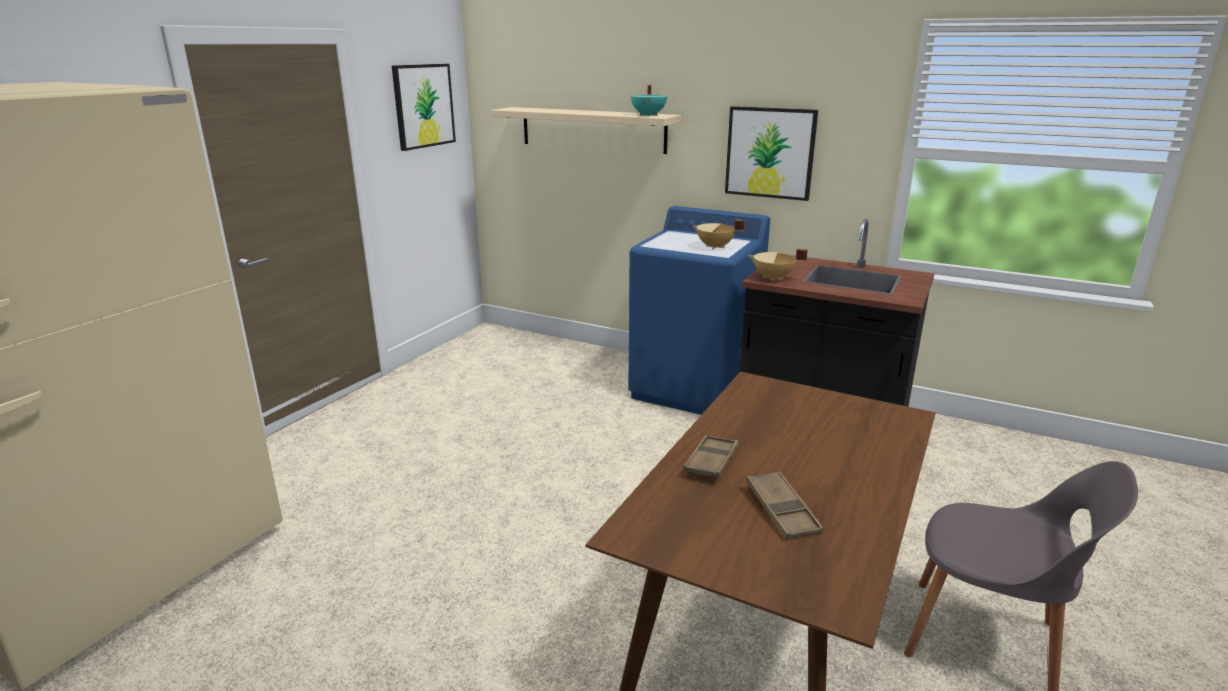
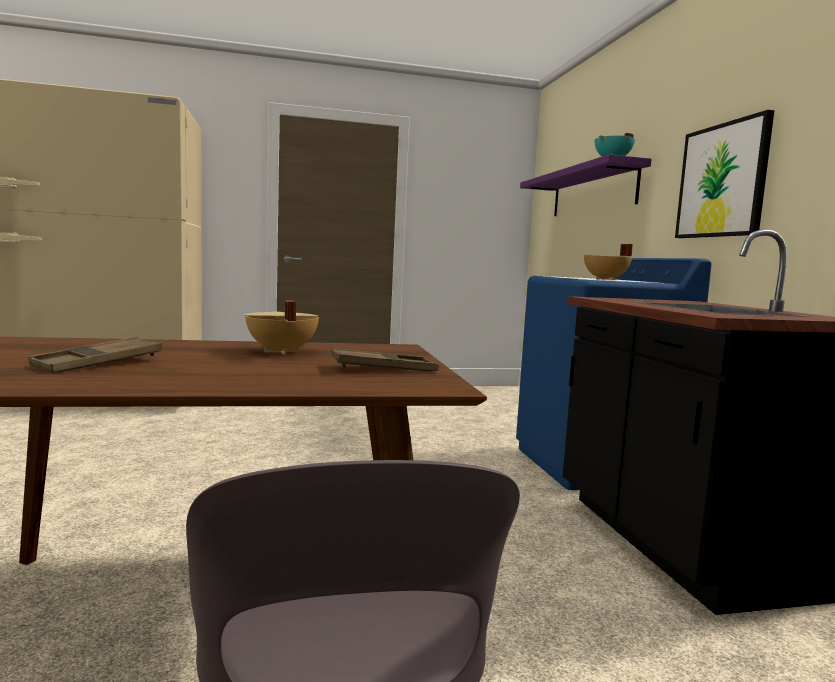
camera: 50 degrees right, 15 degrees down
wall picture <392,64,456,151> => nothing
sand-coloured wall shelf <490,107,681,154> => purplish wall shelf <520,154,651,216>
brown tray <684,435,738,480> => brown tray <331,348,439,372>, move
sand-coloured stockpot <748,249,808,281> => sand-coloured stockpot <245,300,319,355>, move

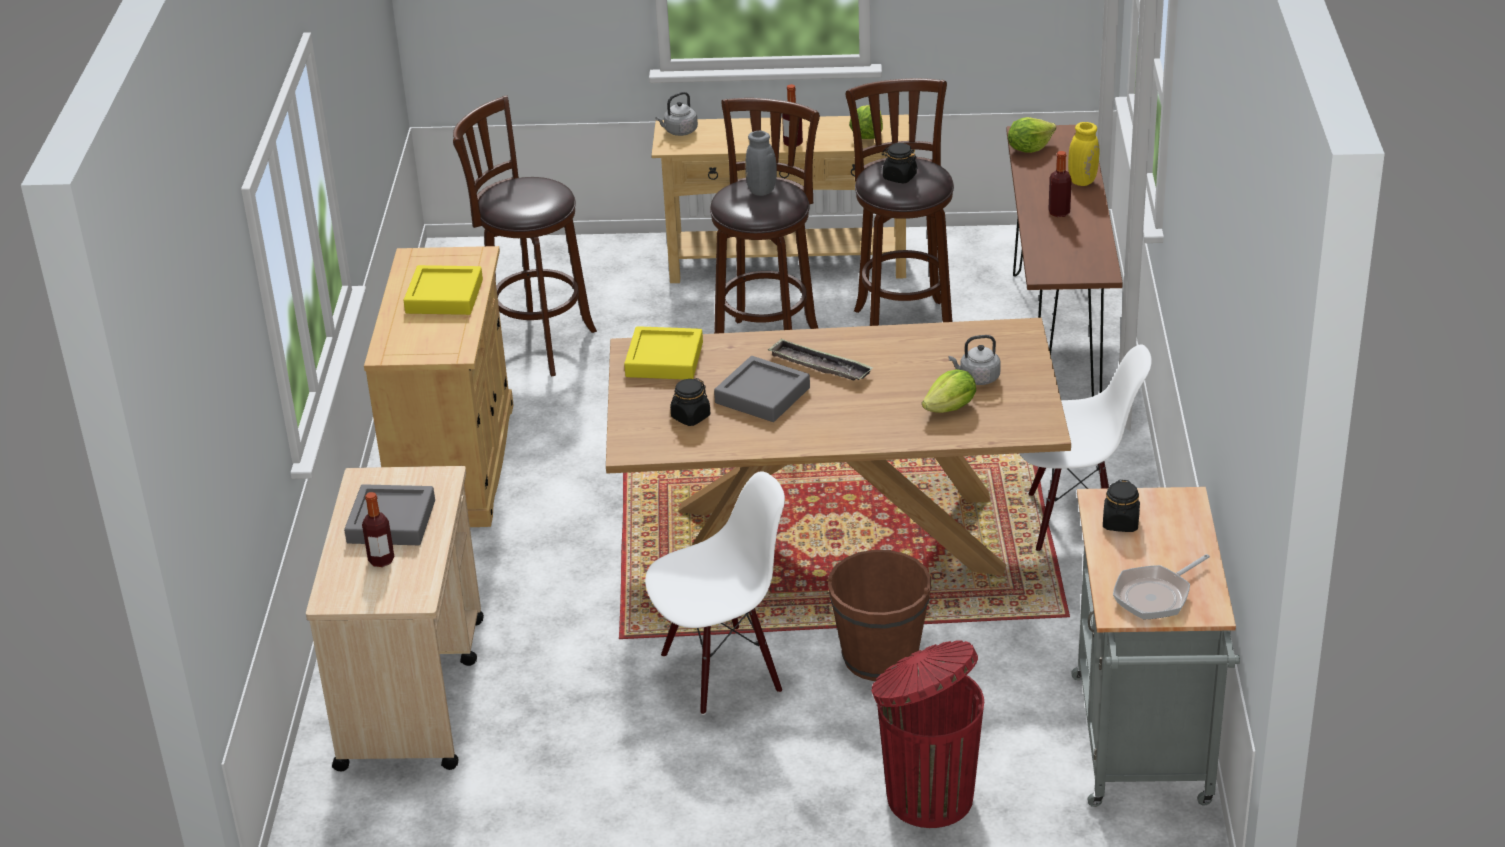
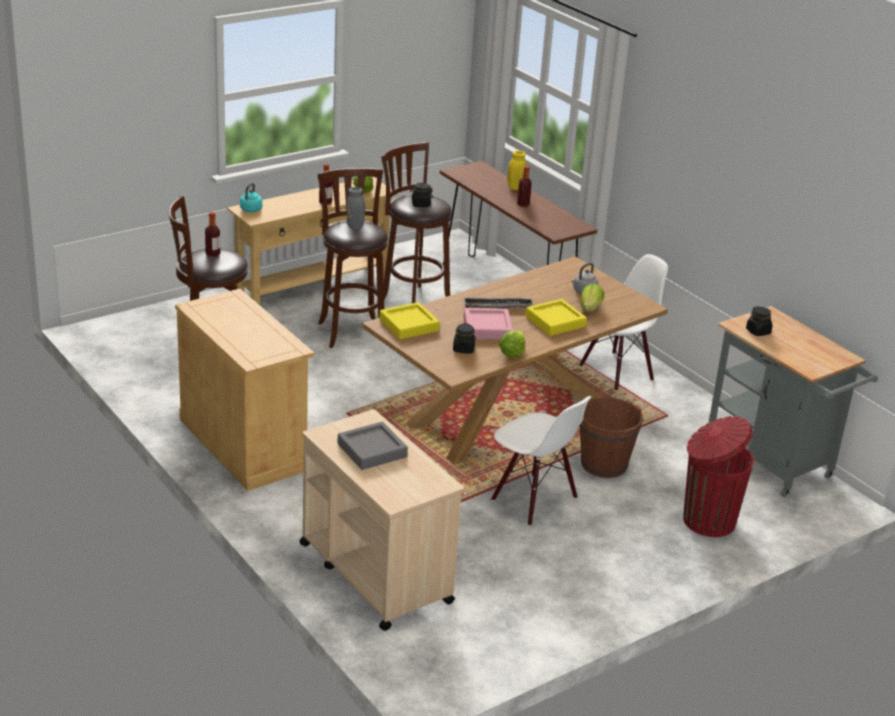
camera: 40 degrees left, 5 degrees down
drink bottle <362,492,395,567> => drink bottle <205,212,220,257>, move
yellow-coloured tray <404,265,483,315> => yellow-coloured tray <526,299,587,336>, move
white upright chair <645,471,785,715> => white upright chair <491,396,592,526>, 105 degrees clockwise
grey water kettle <655,92,698,136> => turquoise water kettle <240,183,262,212>
grey tray <714,356,810,422> => pink-coloured tray <464,308,513,340>
lettuce <1008,117,1056,153> => lettuce <499,331,525,357>, move
skillet <1113,554,1210,620> => nothing

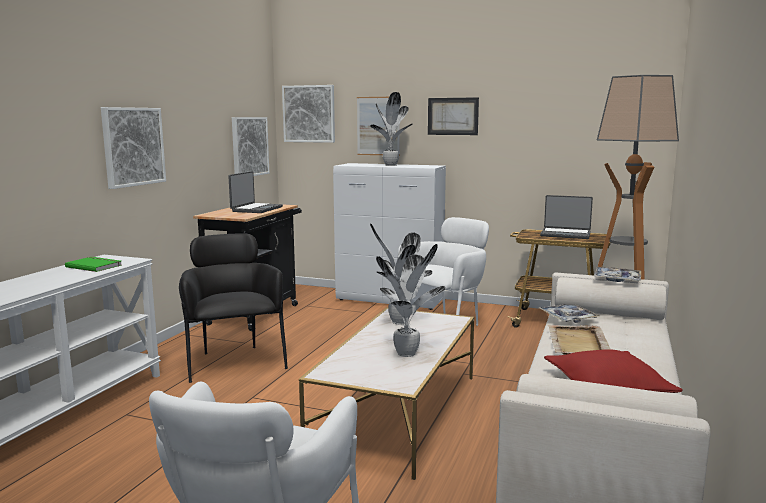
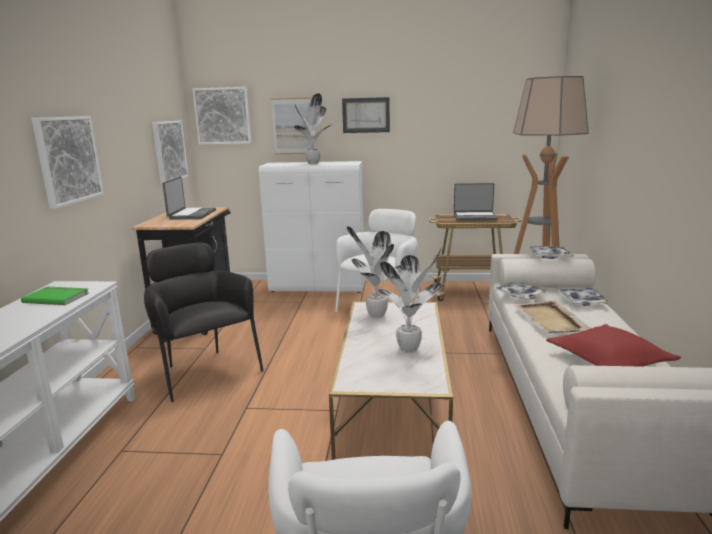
camera: 15 degrees left, 5 degrees up
nothing => tray <558,288,611,306>

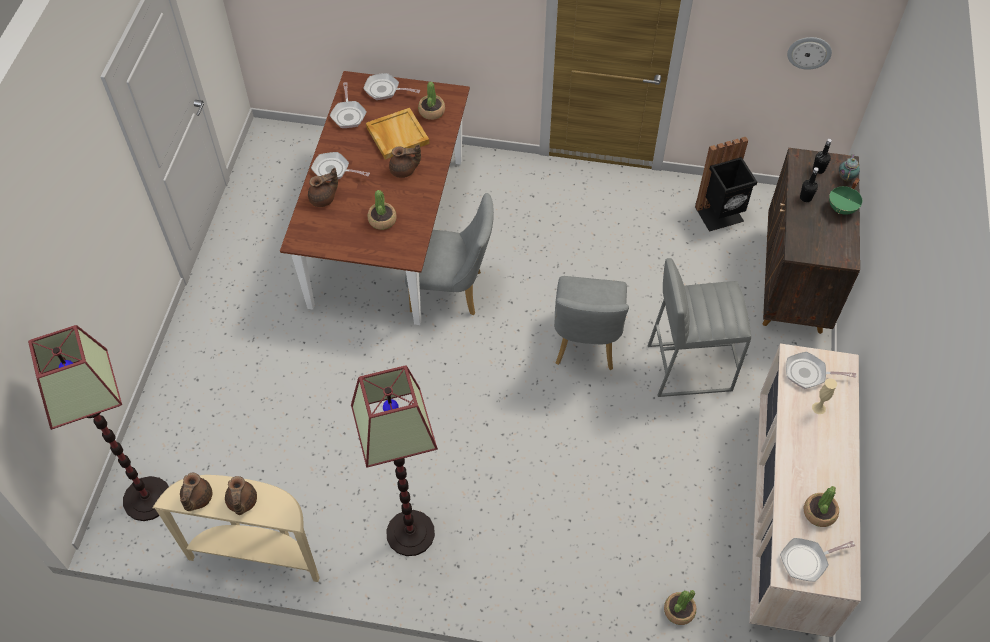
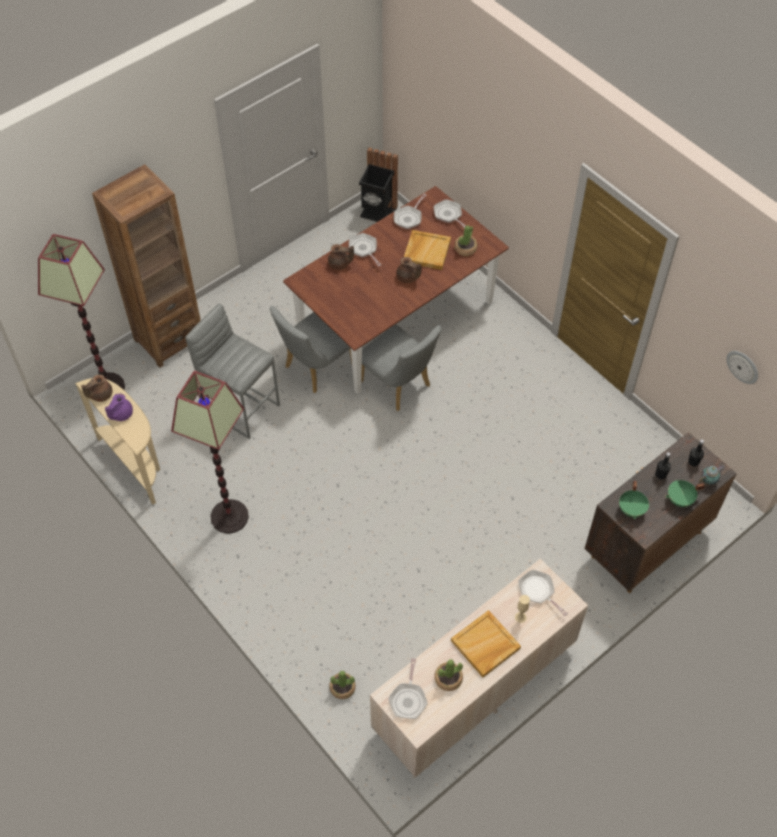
camera: 40 degrees right, 0 degrees up
brown tea pot <225,476,257,515> => purplish tea pot <105,393,133,421>
plant in a pot <368,190,397,230> => nothing
grey upright chair <554,276,629,370> => grey upright chair <270,306,352,393>, move
grey stool <648,258,751,397> => grey stool <185,304,280,439>, move
black-coloured waste bin <695,137,757,232> => black-coloured waste bin <359,147,398,222>, move
skillet <780,538,855,582> => skillet <388,658,428,719>, 105 degrees counterclockwise
nothing => brown bookshelf <92,164,201,368>
nothing => sand-coloured tray <451,610,521,677>
nothing => green stockpot <619,481,649,519>

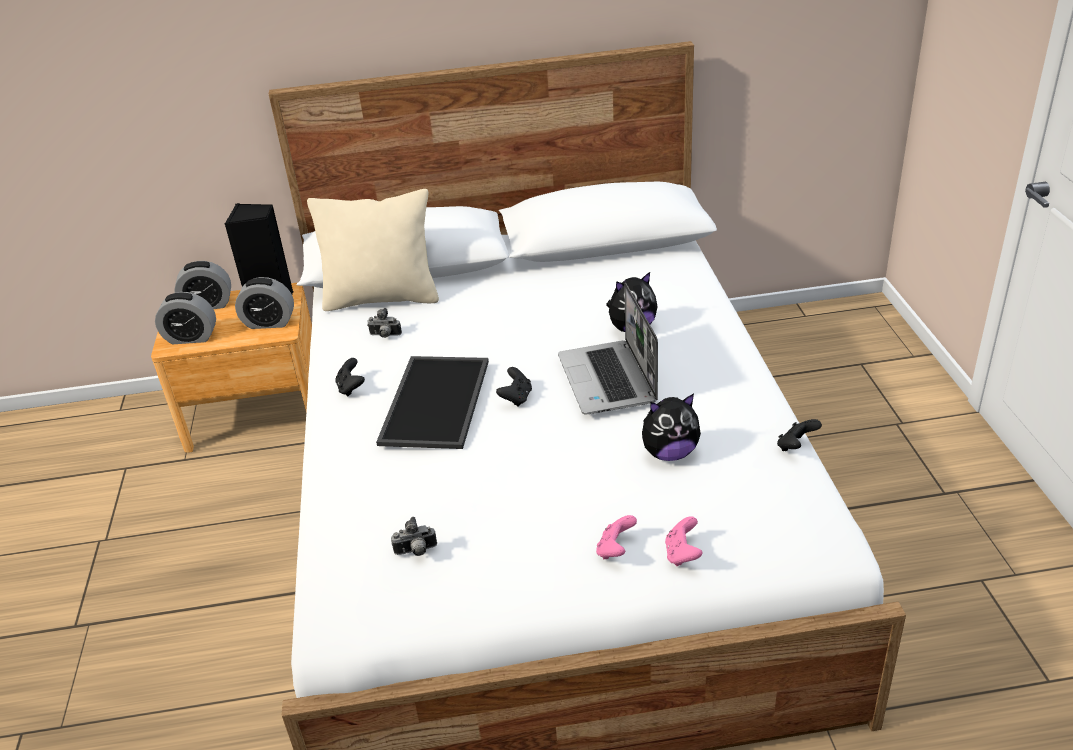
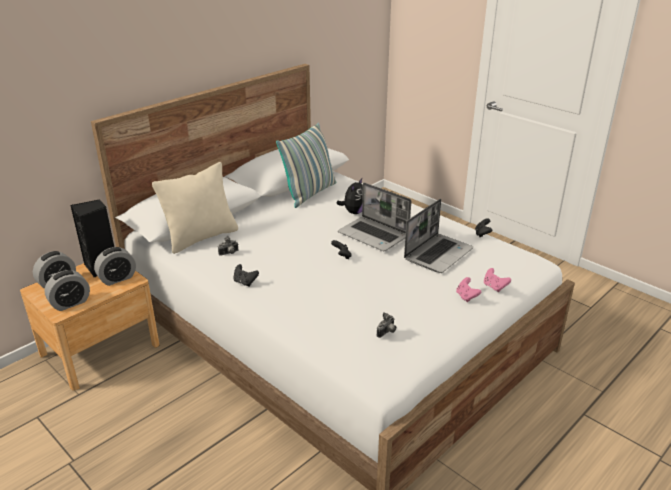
camera: 40 degrees left, 5 degrees down
tray <376,356,489,449> => nothing
soft toy <642,393,701,461> => laptop <404,199,473,273>
nothing => cushion <276,123,336,208>

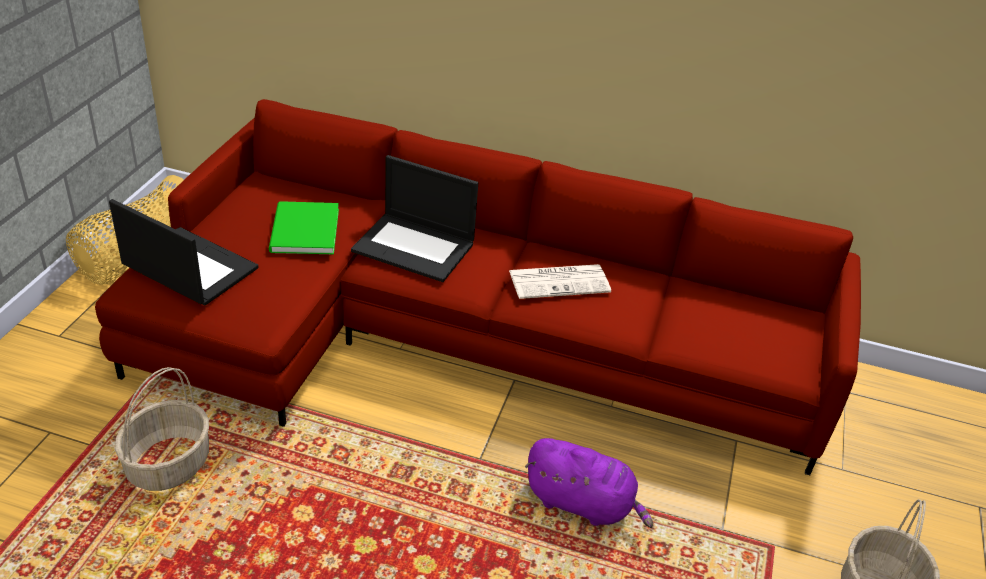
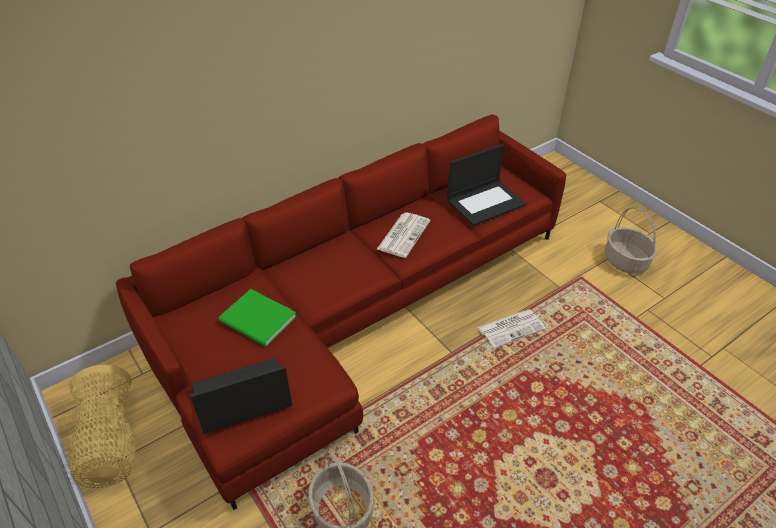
camera: 50 degrees left, 5 degrees up
laptop <351,155,478,282> => laptop <447,144,526,226>, move
purplish soft toy <525,438,653,528> => daily paper <477,309,546,349>

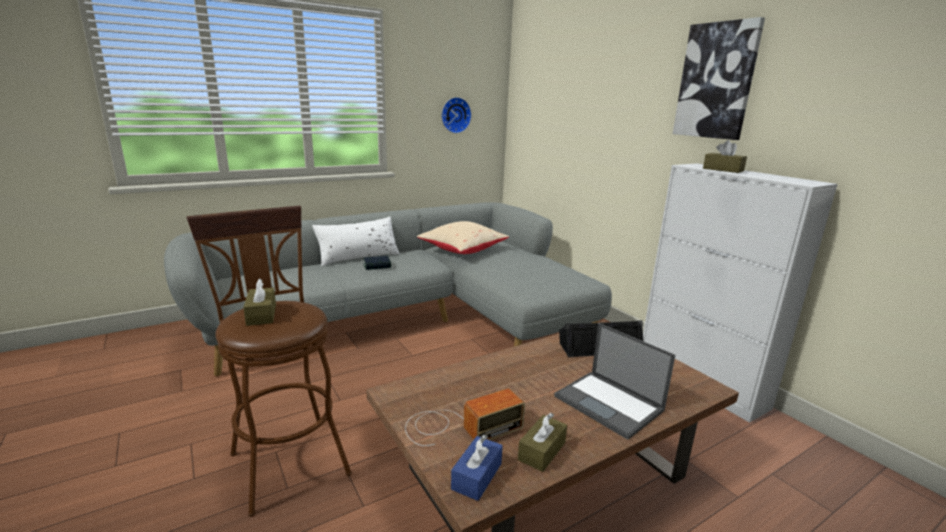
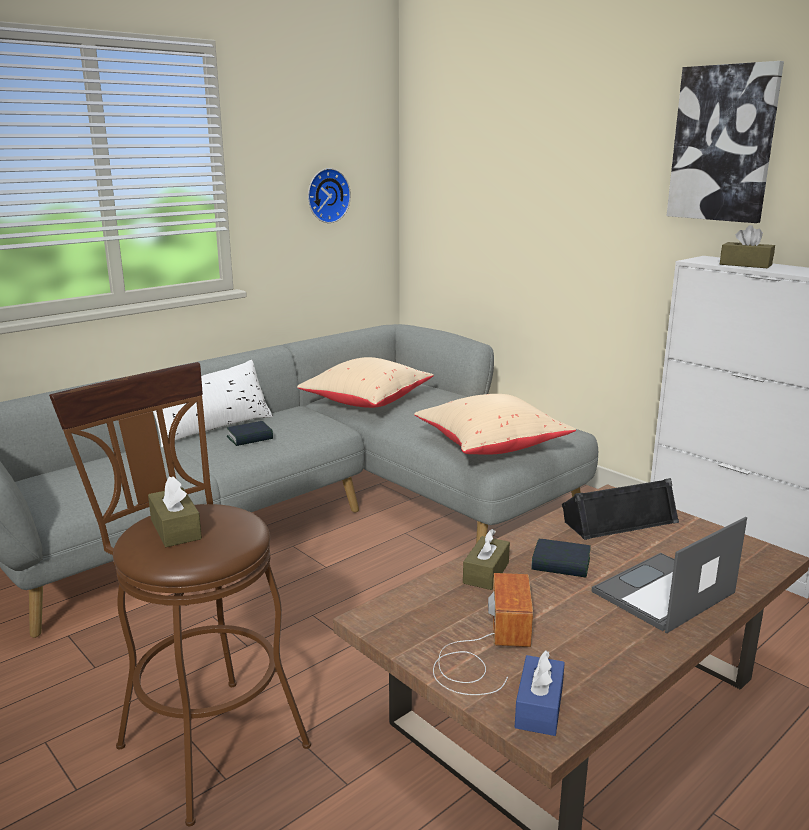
camera: 10 degrees left, 0 degrees up
radio set <405,388,525,446> => radio set <433,573,533,695>, 45 degrees counterclockwise
brown tissue holder <518,413,567,472> => brown tissue holder <463,529,510,590>, move
laptop <554,323,675,440> => laptop <591,517,747,633>, 105 degrees clockwise
nothing => sand-coloured cushion <414,394,576,455>
nothing => volume <532,539,591,578>

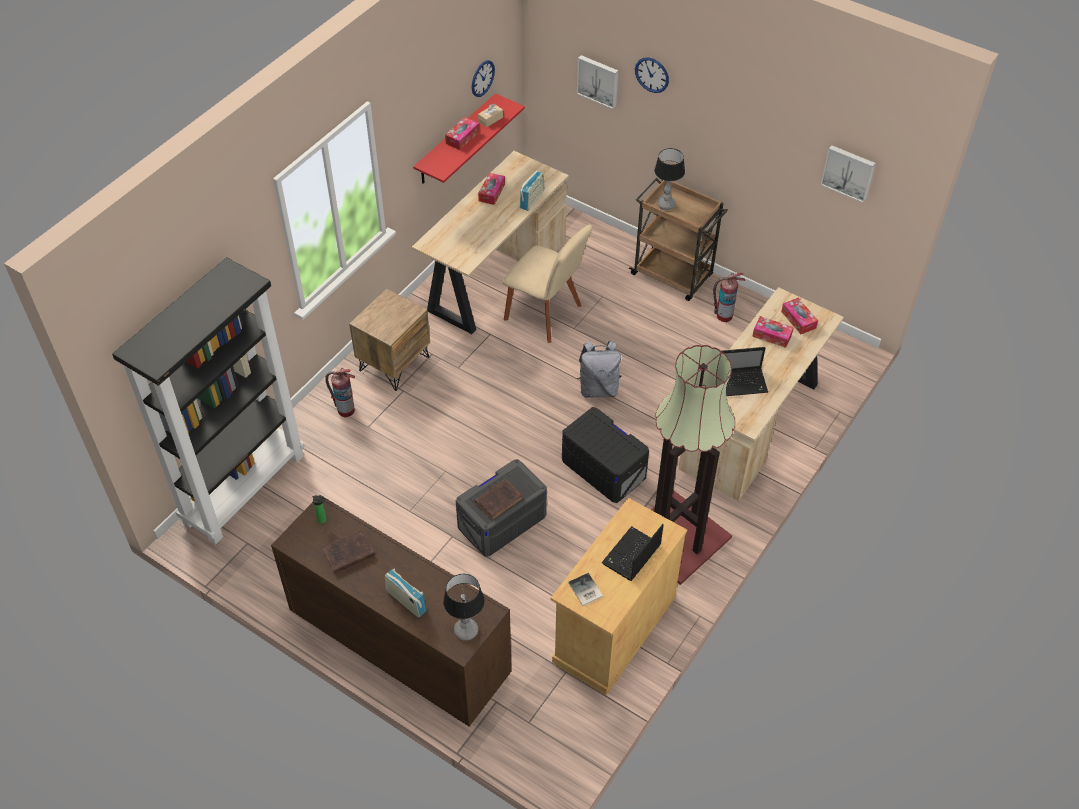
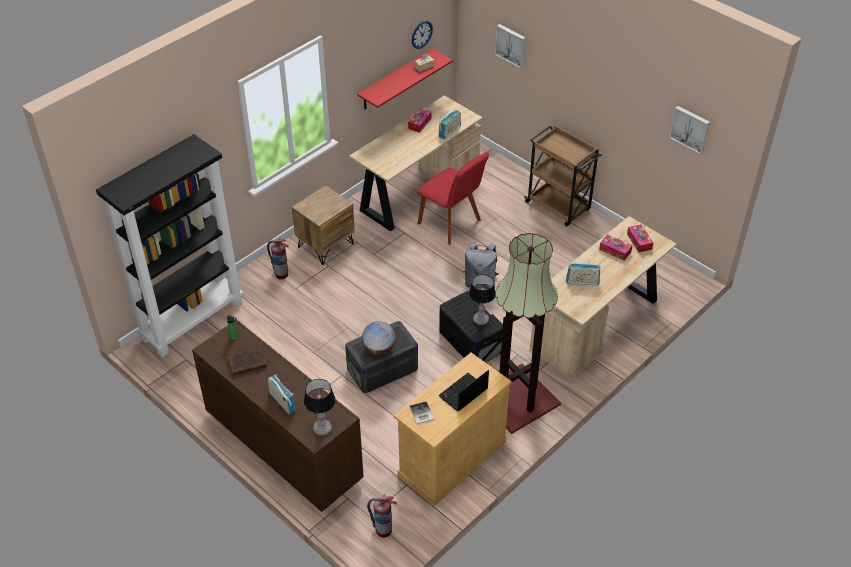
camera: 10 degrees right, 5 degrees down
tissue holder <445,117,479,150> => nothing
brown volume <475,479,523,521> => desk globe <362,321,396,355>
sand-coloured upright chair <502,224,592,343> => reddish upright chair <417,152,489,245>
hanging clock <635,57,669,93> => nothing
table lamp <654,148,685,210> => table lamp <469,275,495,325>, move
fire-fighting cylinder <713,273,745,322> => fire-fighting cylinder <367,494,397,538>, move
laptop <721,347,768,396> => radio set <566,262,601,285>

